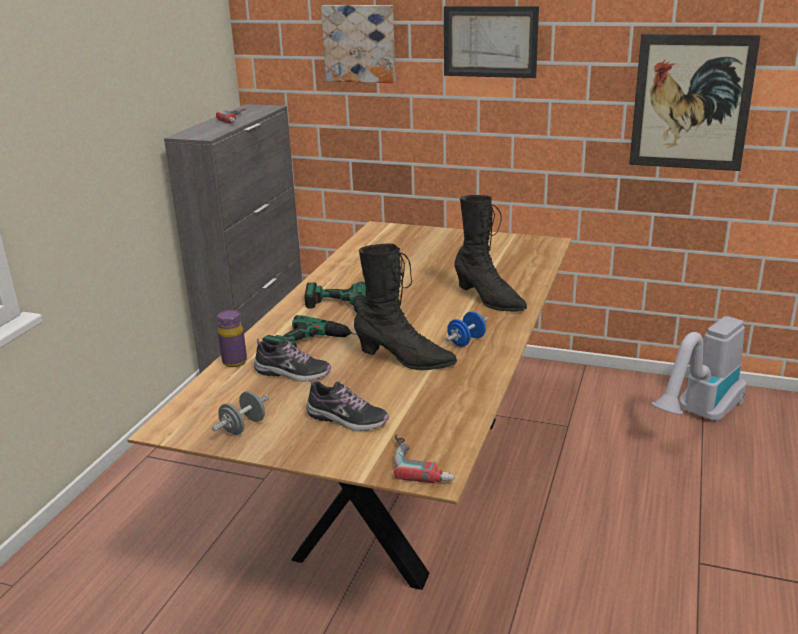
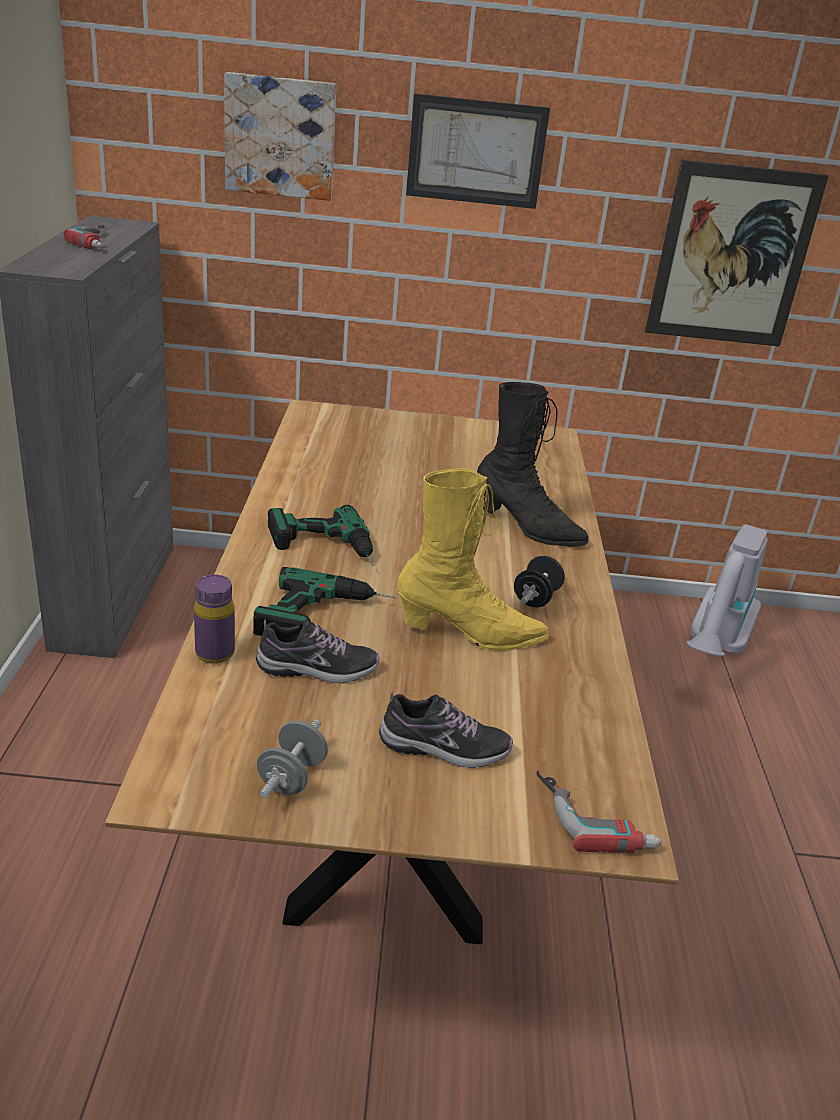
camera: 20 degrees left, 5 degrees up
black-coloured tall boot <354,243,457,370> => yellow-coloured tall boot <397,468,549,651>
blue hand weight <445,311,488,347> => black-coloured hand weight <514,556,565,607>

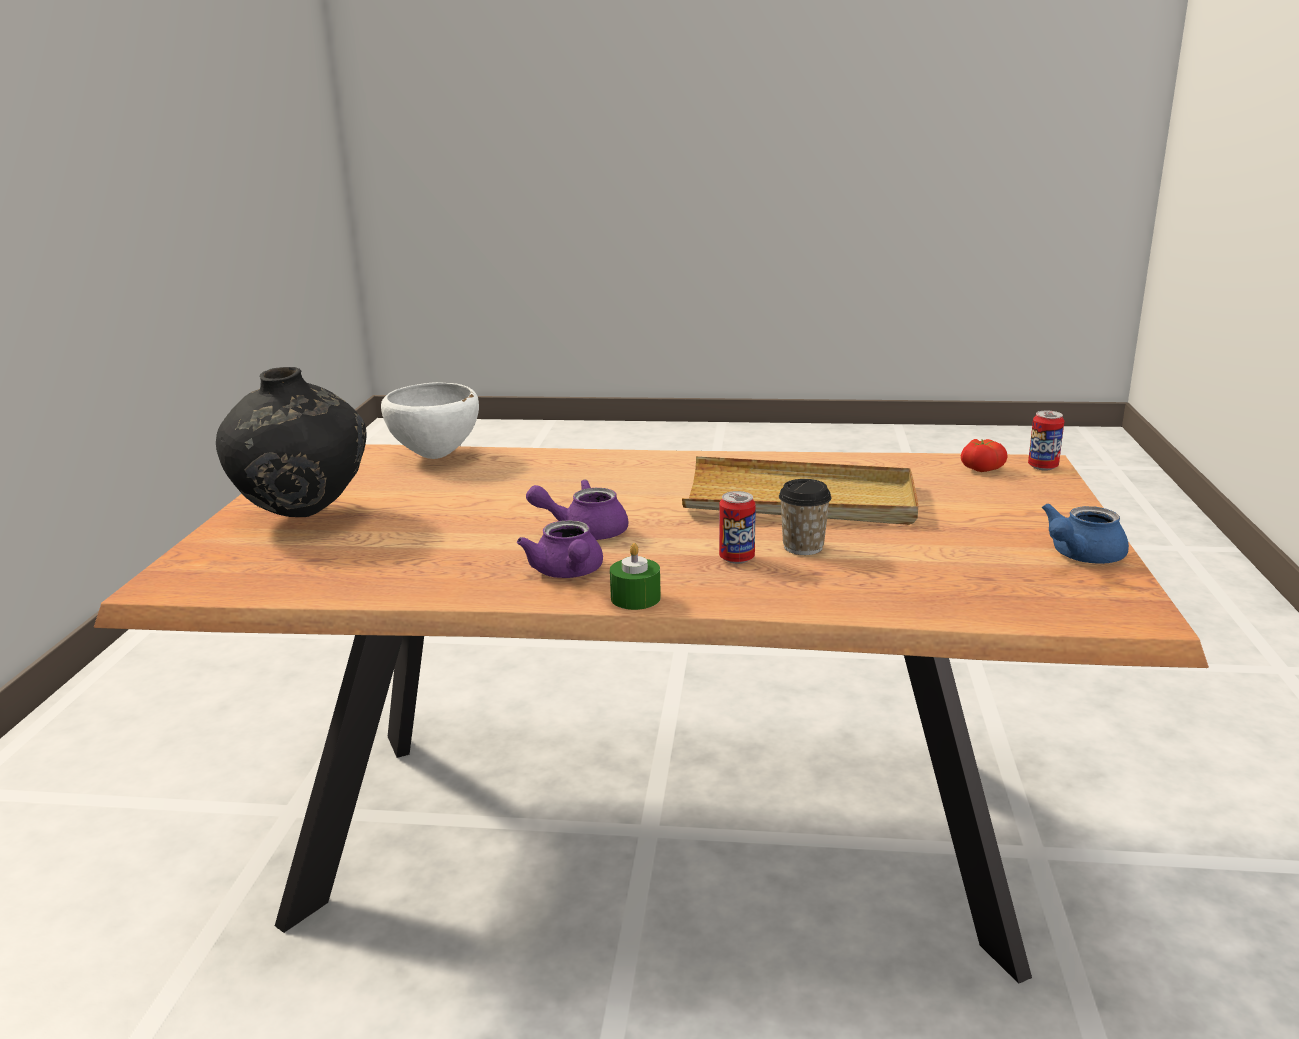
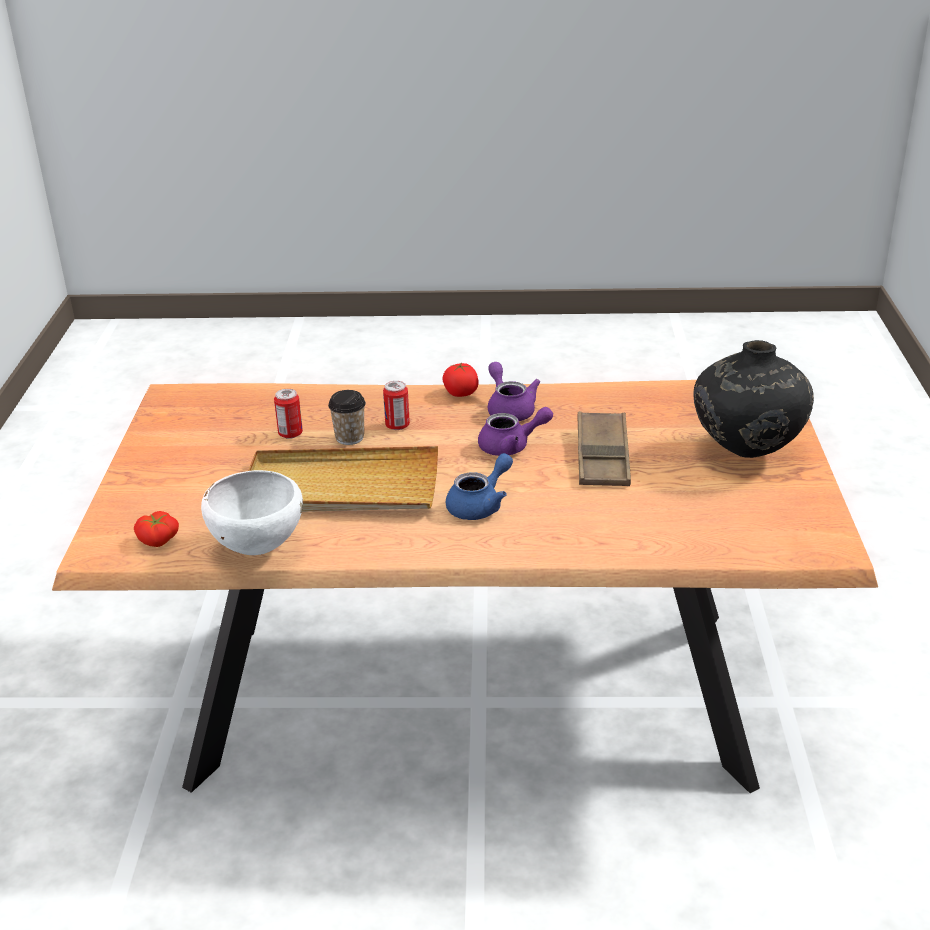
camera: 175 degrees right, 10 degrees up
white serving bowl <381,382,479,459> => white serving bowl <201,470,303,555>, move
green wax candle <610,543,661,610> => whole tomato <442,362,479,397>
metal can <1028,411,1064,471> => metal can <274,389,303,439>, move
blue tea pot <1042,503,1129,564> => blue tea pot <446,453,513,520>, move
nothing => brown tray <578,411,631,486>

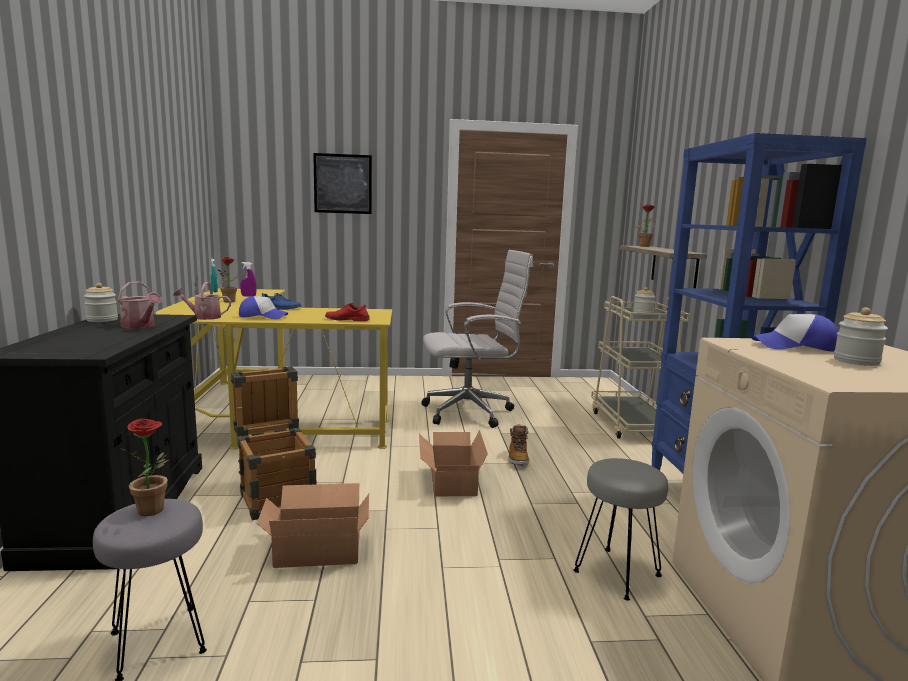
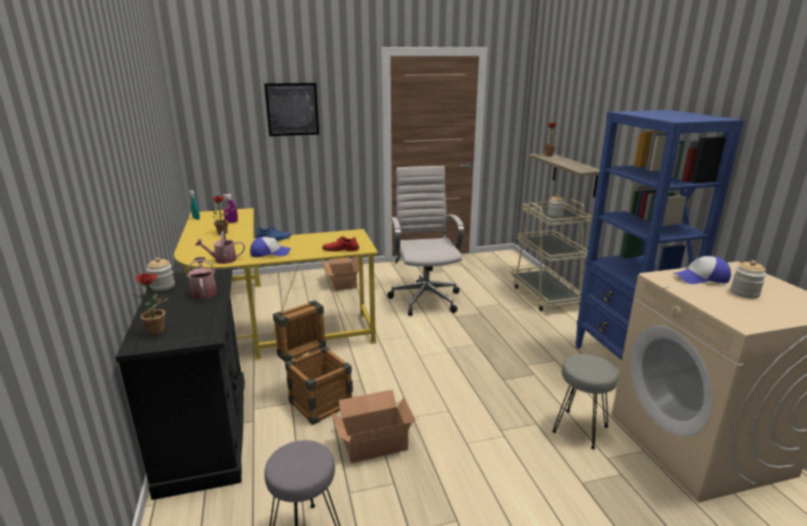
camera: 10 degrees left, 10 degrees up
watering pot <118,281,162,329> => watering pot <186,257,217,299>, 135 degrees counterclockwise
plant in a pot <120,419,169,516> => plant in a pot <132,273,168,336>, move
cardboard box <419,430,488,496> => cardboard box <322,257,359,291>, move
white desk chair <422,250,533,428> => white desk chair <387,166,464,316>, 75 degrees counterclockwise
tall boot <508,424,529,466> => nothing

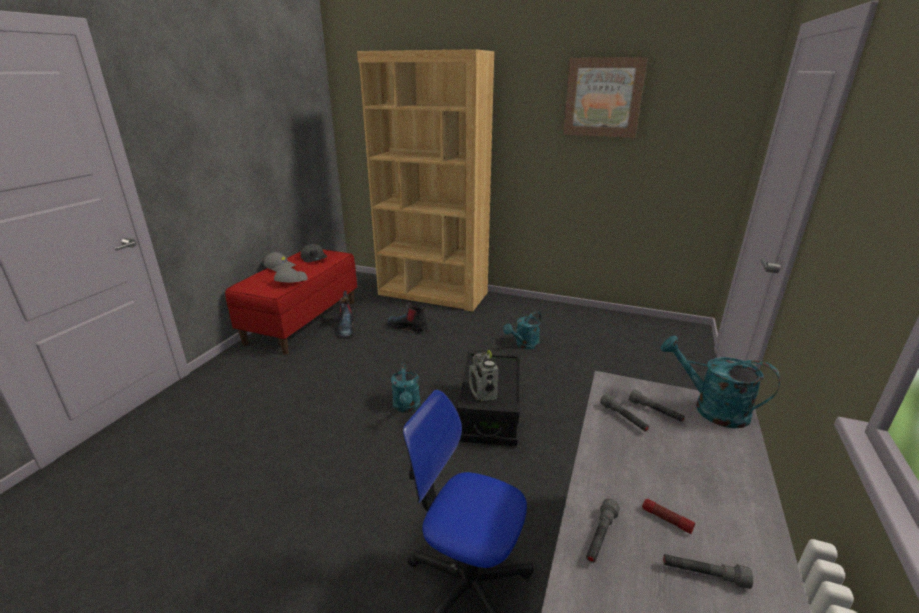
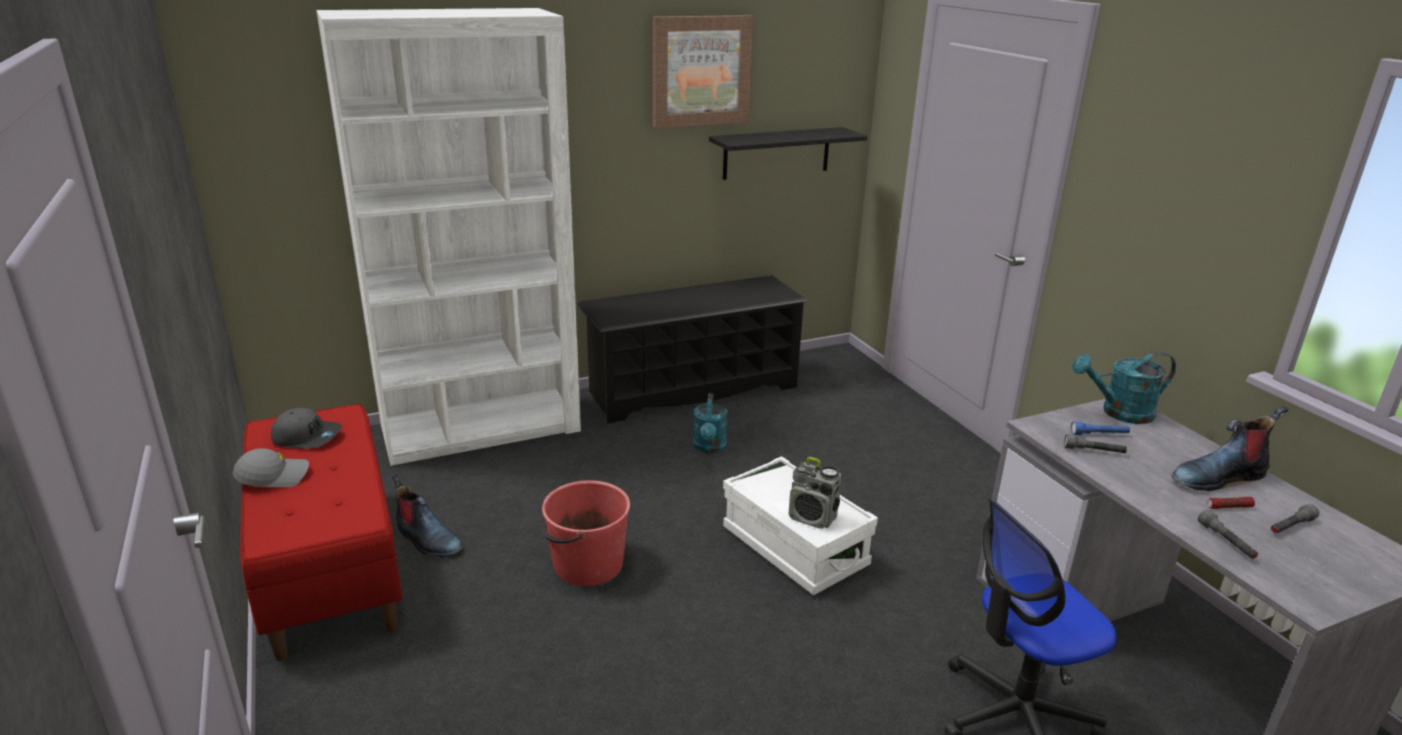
camera: 45 degrees left, 0 degrees up
grey cap <274,267,308,282> => nothing
brown bookshelf <357,49,494,312> => white bookshelf <316,8,581,466>
tall boot <387,303,427,333> => tall boot <1172,406,1288,491>, move
turquoise watering pot <391,363,420,413> => nothing
black-coloured storage bin <457,352,520,446> => white storage bin <723,456,878,596>
grey flashlight <629,390,685,422> => blue flashlight <1071,421,1130,435>
nothing => reddish bucket <541,480,630,586>
nothing => black-coloured shoe stand <577,275,808,424>
nothing => black-coloured wall shelf <709,127,867,180>

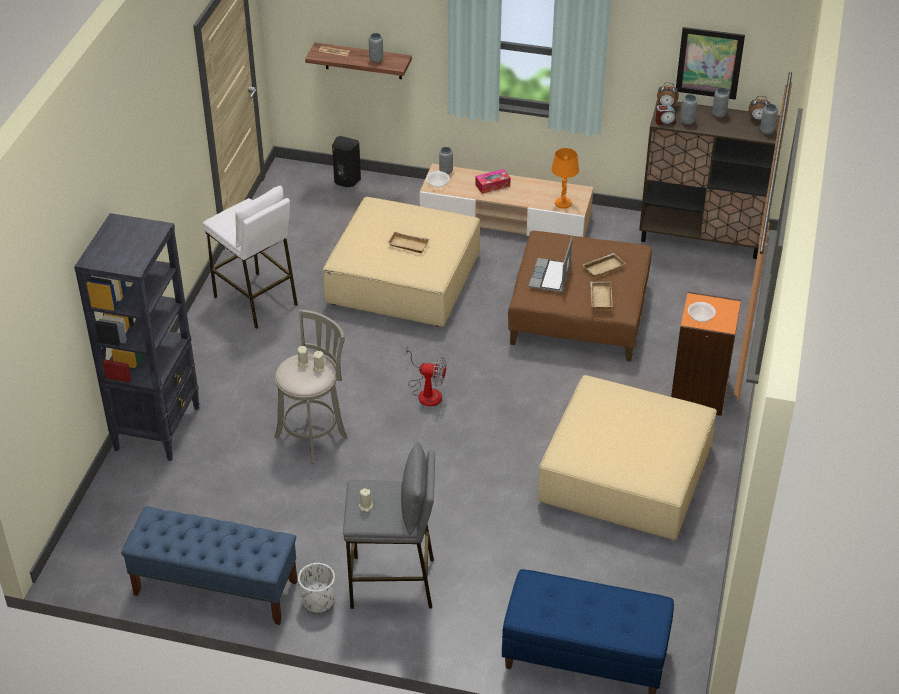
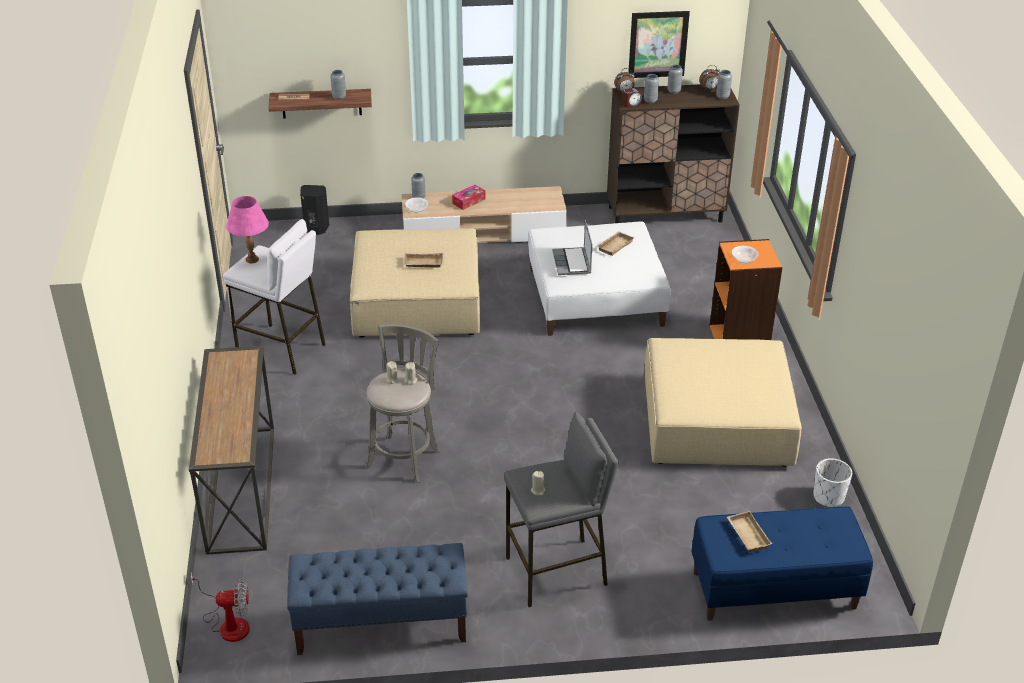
camera: 20 degrees left, 5 degrees down
black-coloured bookshelf <74,213,200,461> => hall table <189,346,274,555>
white planter <298,563,335,613> => white planter <813,458,852,507>, move
fan <406,345,447,406> => fan <191,572,250,642>, move
brown pouffe <508,231,652,362> => white pouffe <528,222,670,336>
orangey table lamp <552,148,579,209> => nothing
sand-coloured tray <590,282,613,310> => sand-coloured tray <727,511,772,552>, move
nothing => pink-coloured table lamp <226,196,269,263>

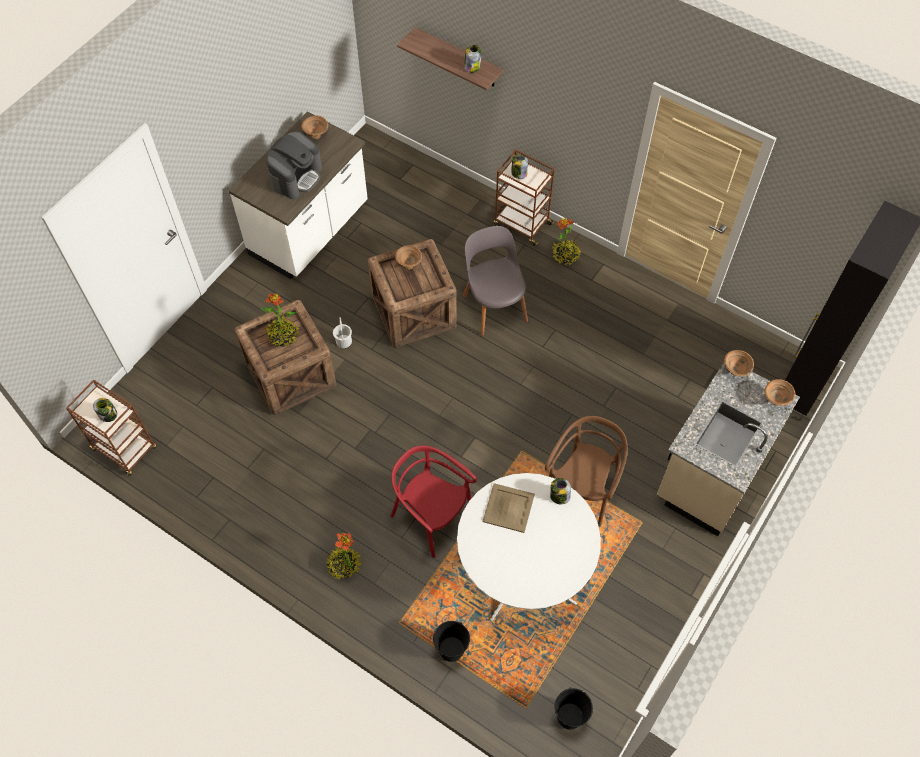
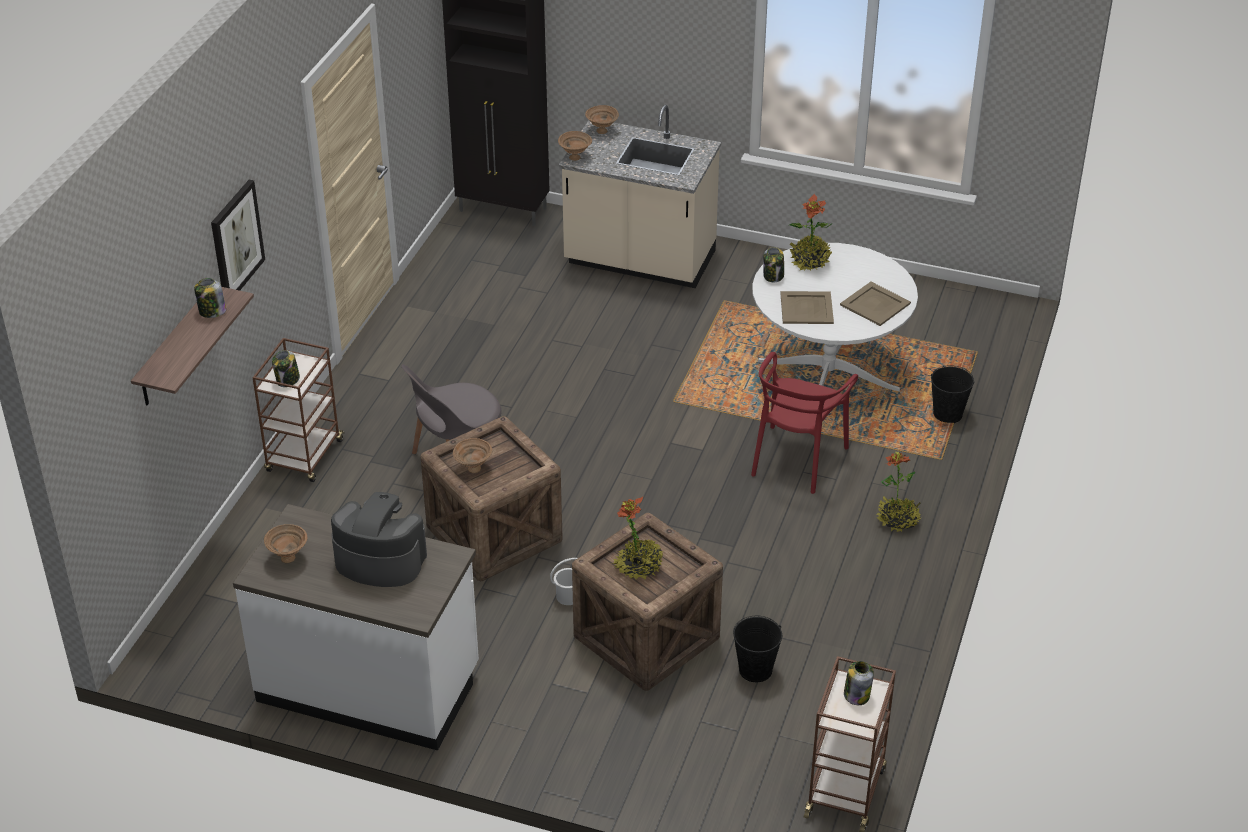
camera: 105 degrees left, 20 degrees down
brown upright chair <545,416,628,527> => nothing
plant in a pot <552,218,582,265> => plant in a pot <788,194,832,271>, move
black-coloured bucket <555,687,593,730> => black-coloured bucket <733,616,782,682>, move
nothing => wall picture <211,180,265,291>
nothing => sand-coloured tray <840,282,911,326>

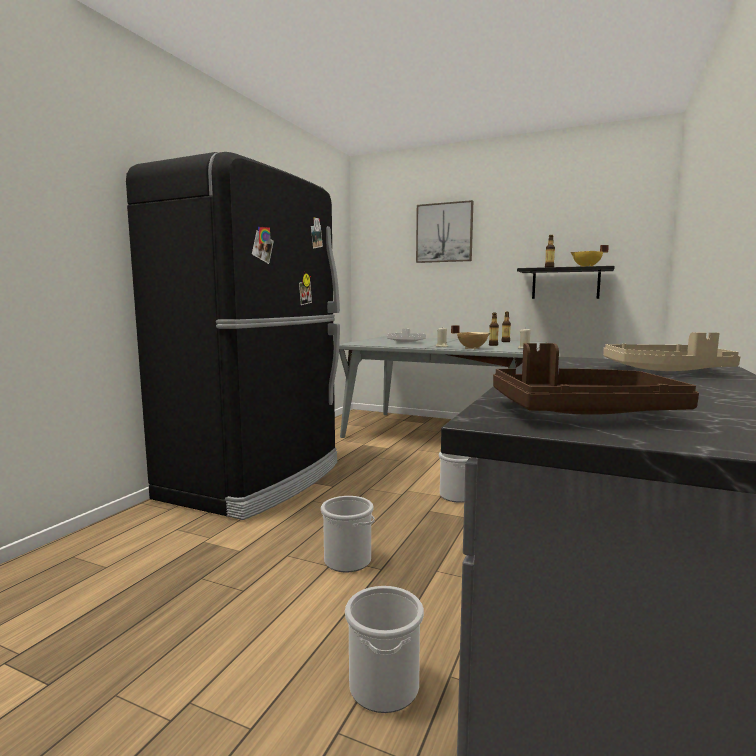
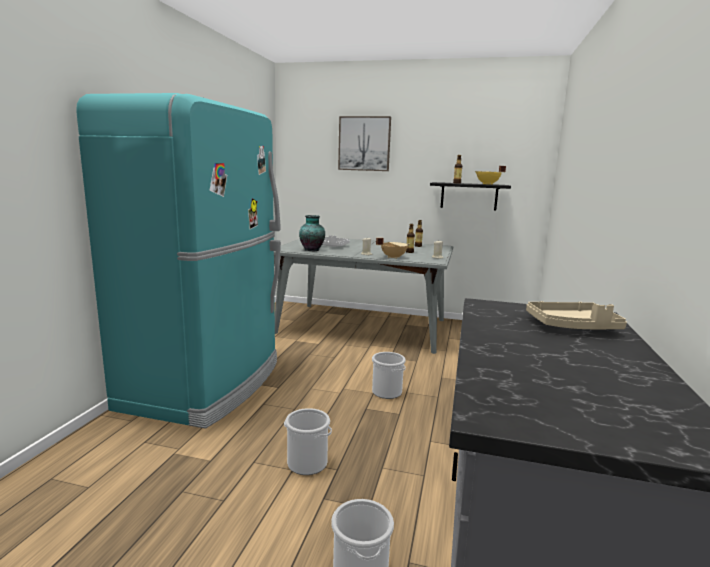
camera: 10 degrees left, 5 degrees up
black-coloured fridge <126,152,340,520> => turquoise fridge <76,93,281,428>
brown tray <493,343,699,415> => nothing
nothing => decorative vase <299,215,325,251>

